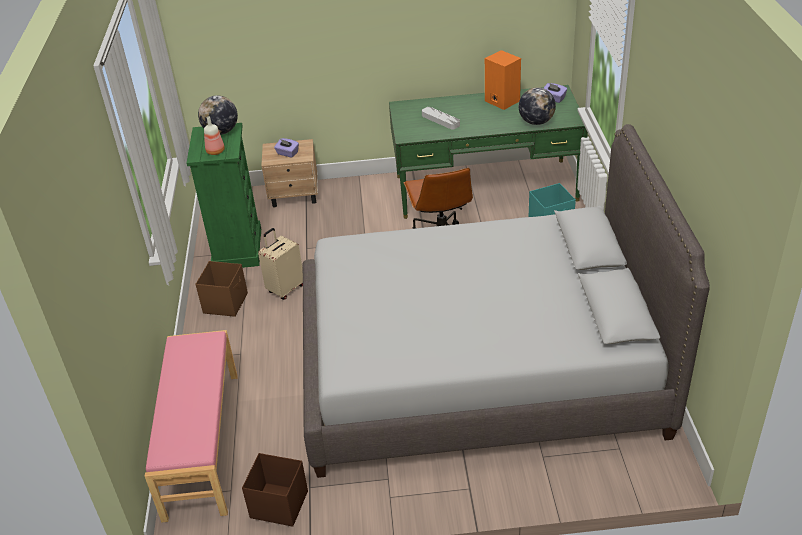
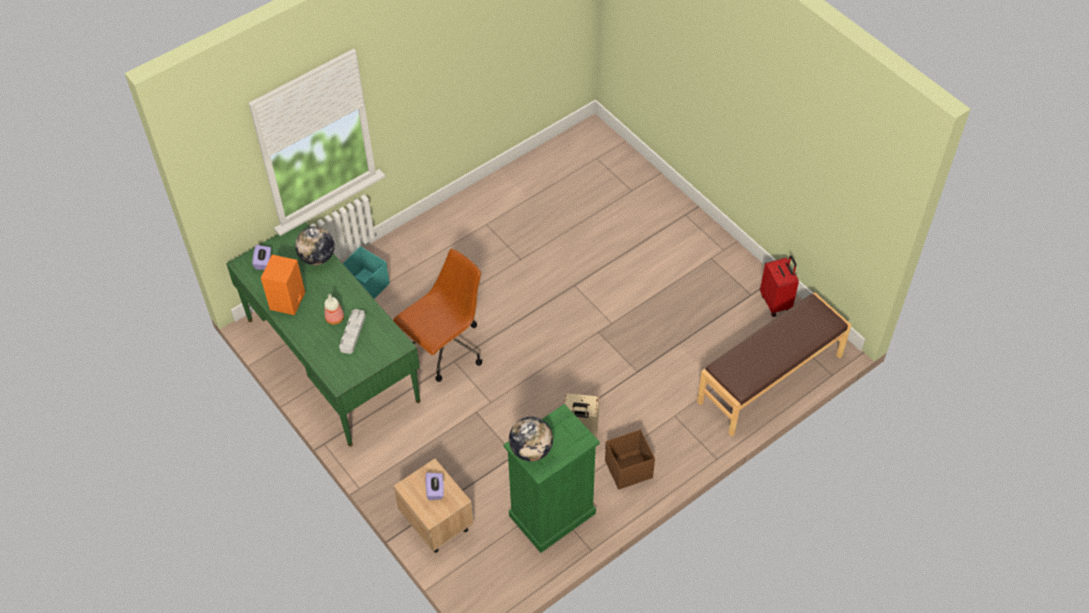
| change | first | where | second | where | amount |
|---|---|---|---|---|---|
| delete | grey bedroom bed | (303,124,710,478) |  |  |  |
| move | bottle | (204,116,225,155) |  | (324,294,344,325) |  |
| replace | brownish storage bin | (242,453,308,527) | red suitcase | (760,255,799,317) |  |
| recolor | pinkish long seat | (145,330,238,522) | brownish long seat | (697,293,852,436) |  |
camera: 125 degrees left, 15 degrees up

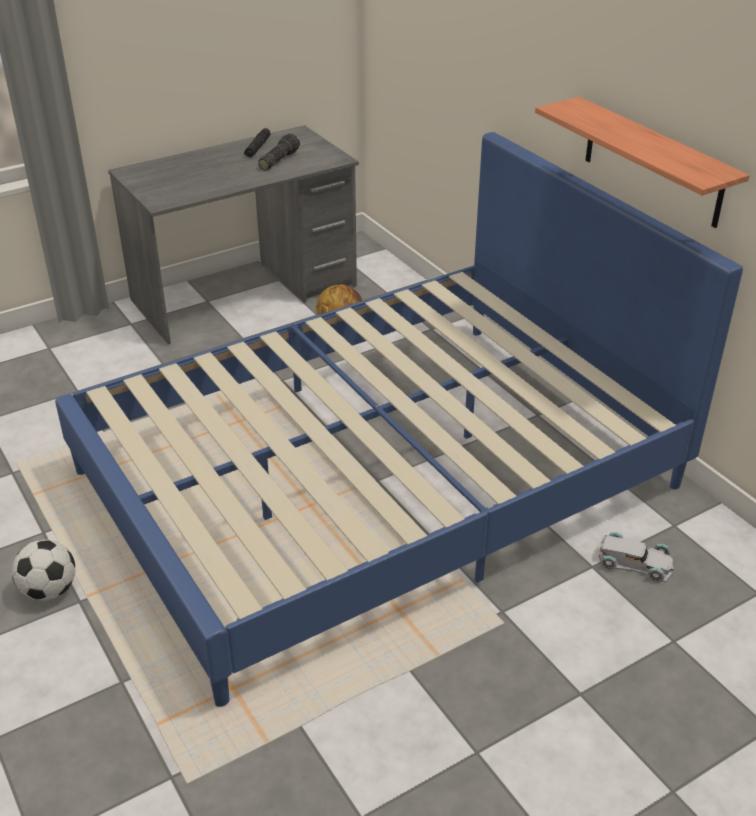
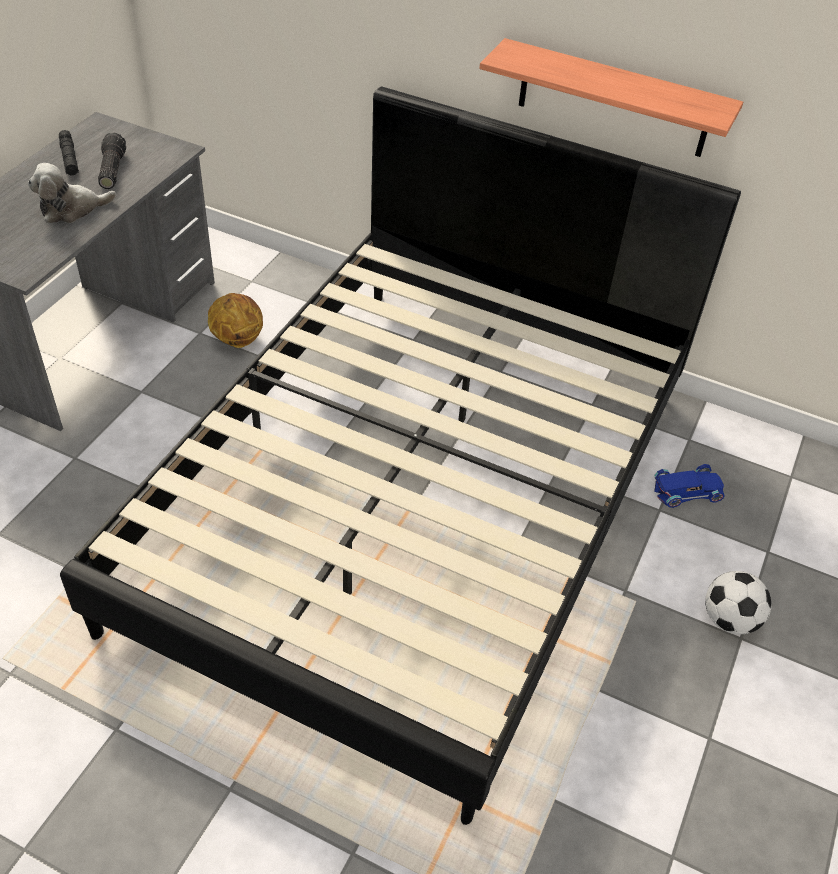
| change | first | where | second | where | amount |
|---|---|---|---|---|---|
| insert |  |  | cuddly toy | (28,163,116,223) |  |
| move | football | (12,539,76,601) |  | (706,571,772,634) |  |
| recolor | blue bedroom bed | (55,132,743,707) | blackish bedroom bed | (60,87,741,825) |  |
| recolor | white toy car | (599,532,674,582) | blue toy car | (654,464,725,508) |  |
camera: 35 degrees left, 10 degrees up

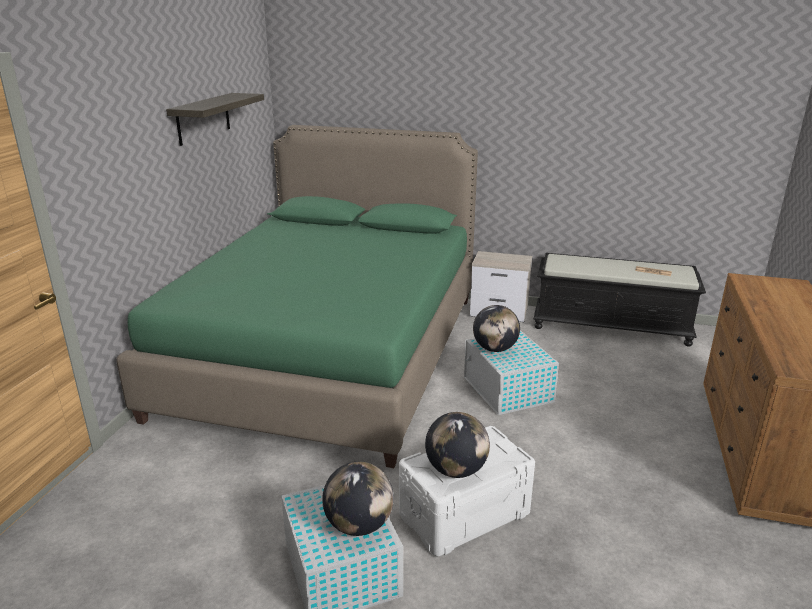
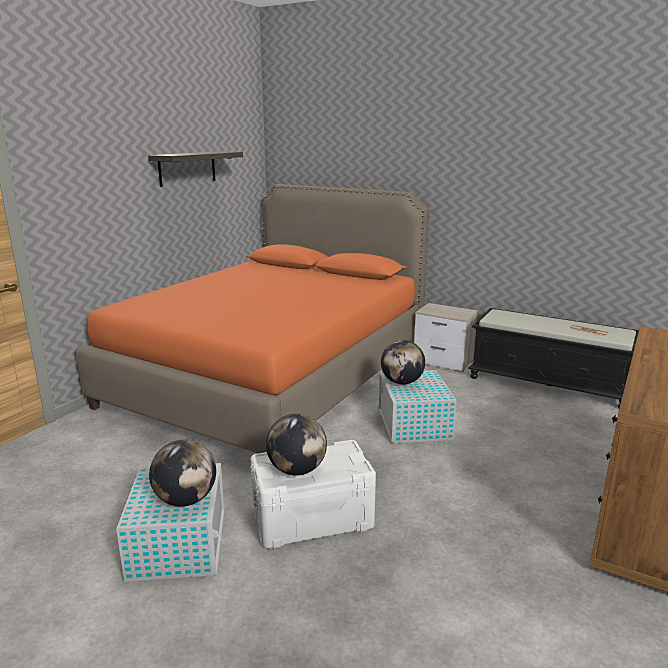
| change | first | where | second | where | amount |
|---|---|---|---|---|---|
| recolor | greenish bedroom bed | (116,125,478,468) | orange-coloured bedroom bed | (75,184,429,453) |  |
camera: 15 degrees right, 5 degrees down

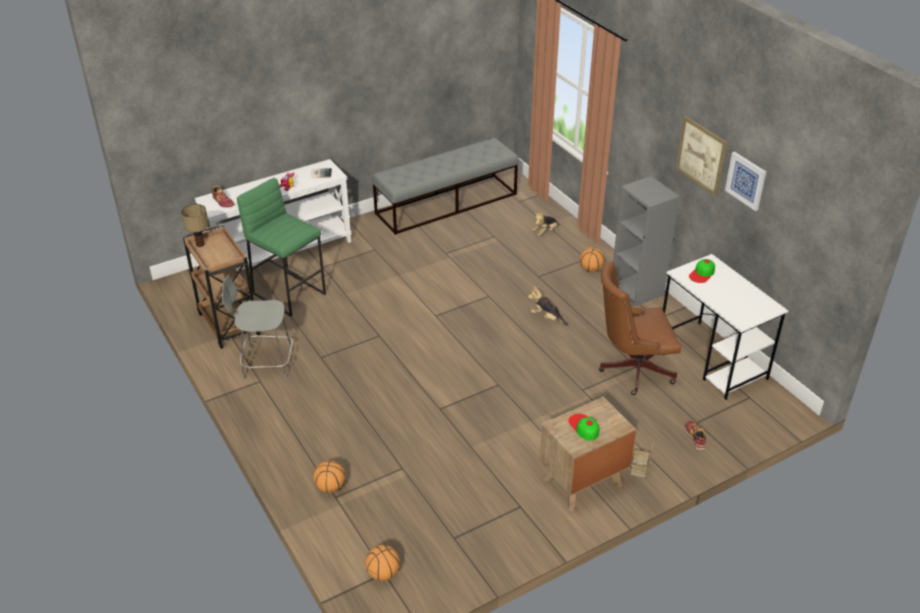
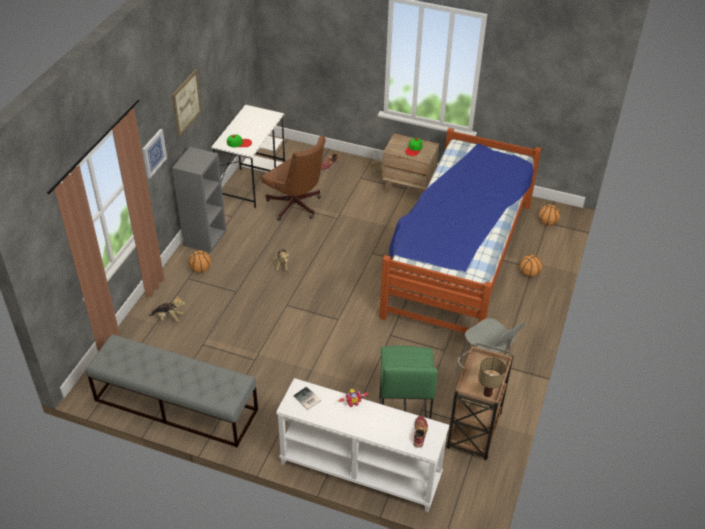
| change | first | where | second | where | amount |
|---|---|---|---|---|---|
| insert |  |  | bedroom bed | (380,128,541,333) |  |
| move | wall art | (725,152,766,211) |  | (142,129,167,179) |  |
camera: 130 degrees left, 5 degrees up

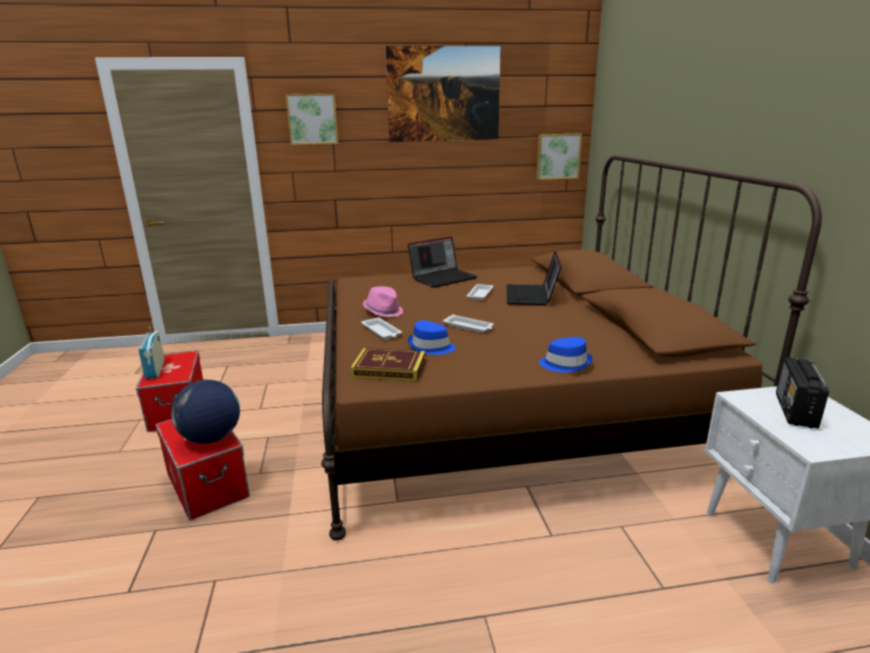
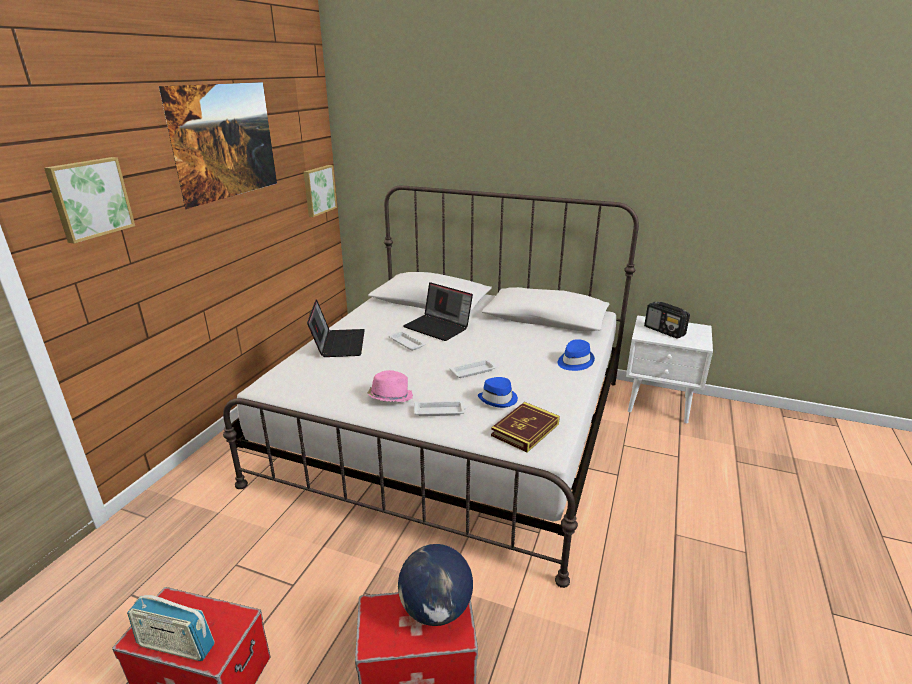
| change | first | where | second | where | amount |
|---|---|---|---|---|---|
| recolor | brownish bedroom bed | (321,155,822,540) | white bedroom bed | (223,186,639,588) |  |
camera: 60 degrees left, 5 degrees up

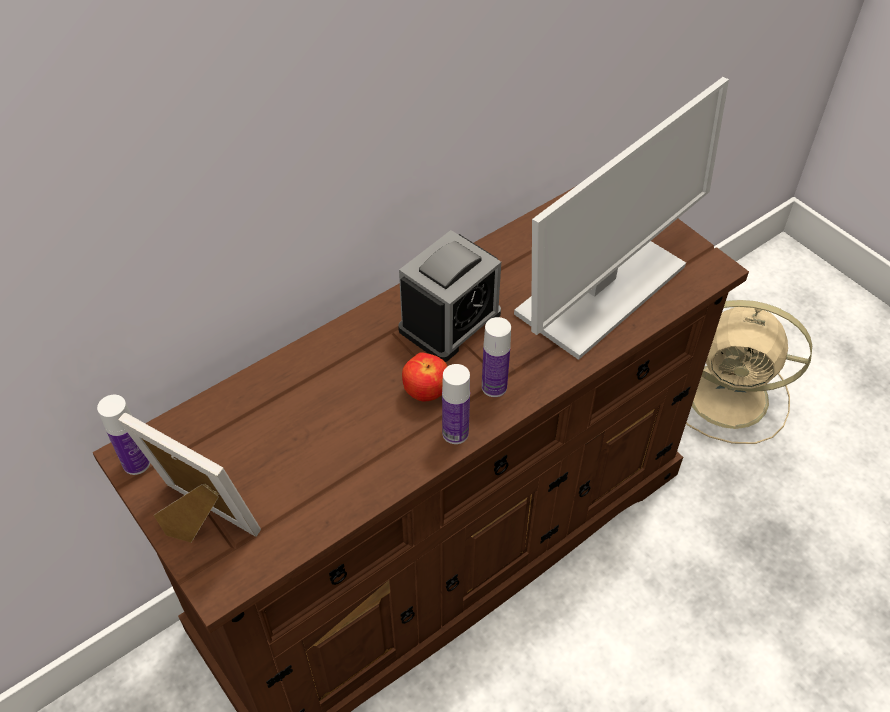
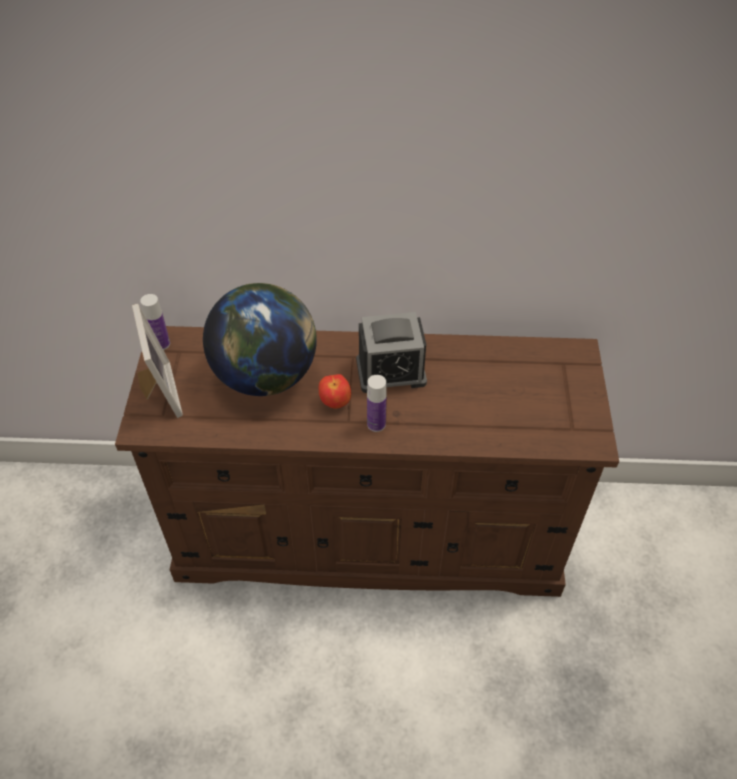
| change | first | where | second | where | amount |
|---|---|---|---|---|---|
| delete | bottle | (442,364,470,444) |  |  |  |
| delete | computer display | (514,77,729,360) |  |  |  |
| delete | sand-coloured cooling fan | (686,300,812,444) |  |  |  |
| insert |  |  | world globe | (203,283,317,396) |  |
camera: 40 degrees right, 0 degrees up

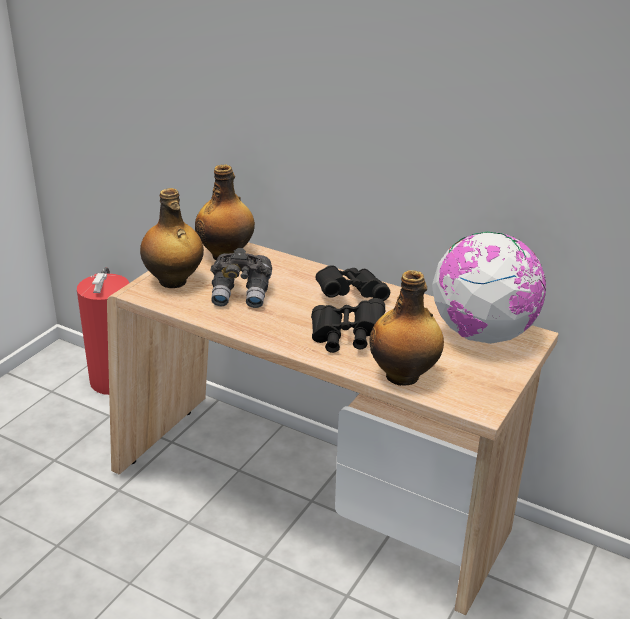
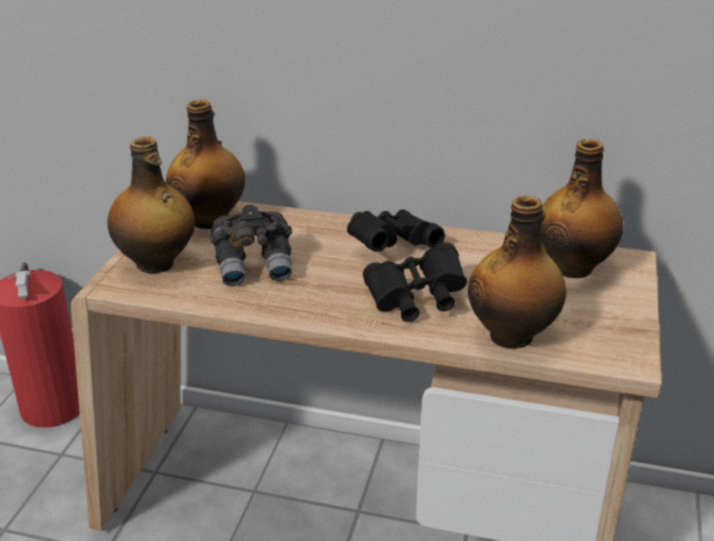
| change | first | where | second | where | amount |
|---|---|---|---|---|---|
| replace | world globe | (432,232,546,344) | bottle | (541,138,624,278) |  |
camera: 15 degrees left, 0 degrees up

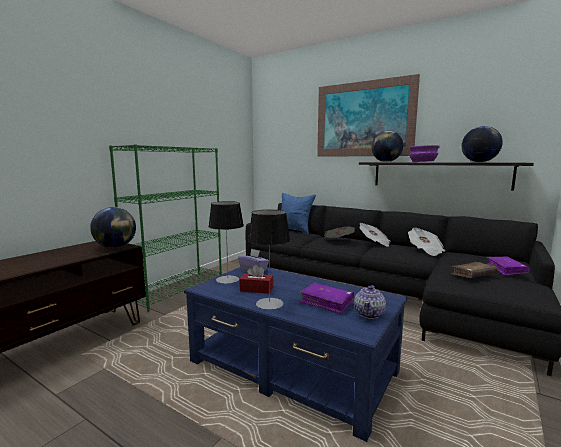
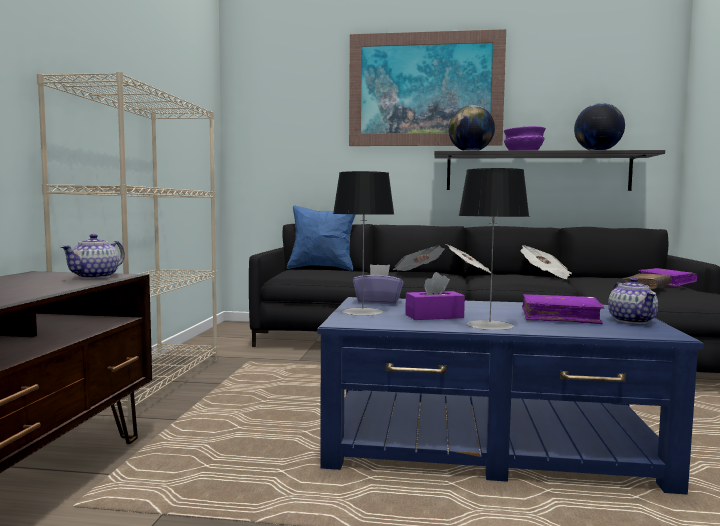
| change | first | where | second | where | amount |
|---|---|---|---|---|---|
| replace | world globe | (90,207,136,248) | teapot | (61,234,125,279) |  |
| recolor | greenish bookshelf | (109,144,222,312) | sand-coloured bookshelf | (37,72,218,421) |  |
| recolor | red tissue box | (239,265,273,294) | purple tissue box | (405,272,465,320) |  |
camera: 25 degrees left, 5 degrees down

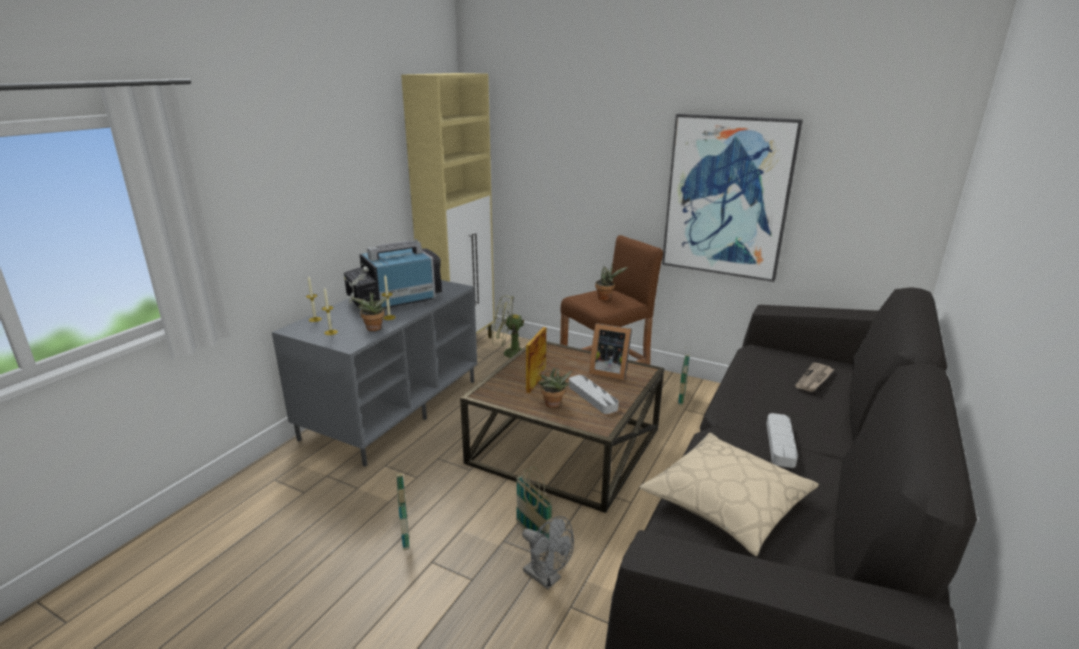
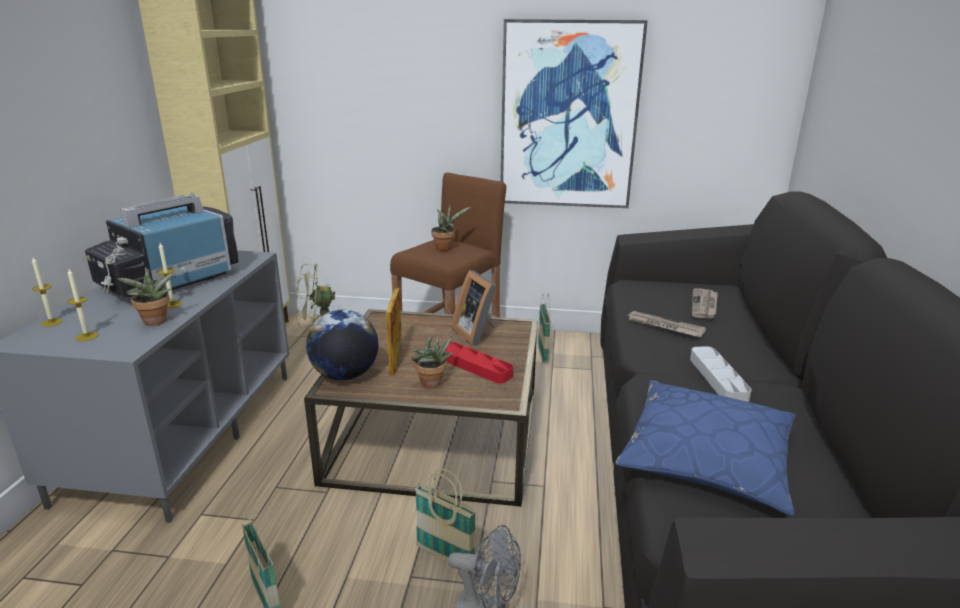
| change | first | where | second | where | amount |
|---|---|---|---|---|---|
| insert |  |  | world globe | (306,310,378,380) |  |
| insert |  |  | newspaper | (627,311,706,337) |  |
| recolor | grey tray | (569,375,619,414) | red tray | (445,342,513,384) |  |
| recolor | sand-coloured cushion | (639,433,819,556) | blue cushion | (615,380,796,516) |  |
| rotate | standing frame | (589,323,632,380) |  | (452,270,497,346) | 60 degrees clockwise |
camera: 20 degrees left, 0 degrees up

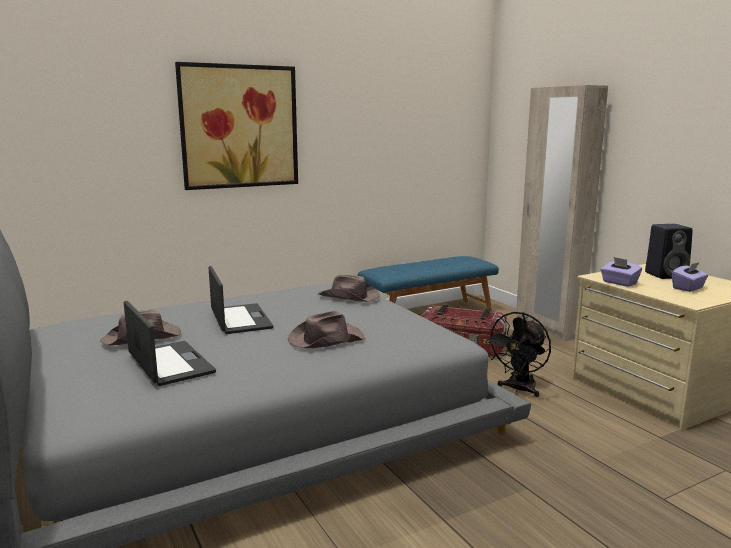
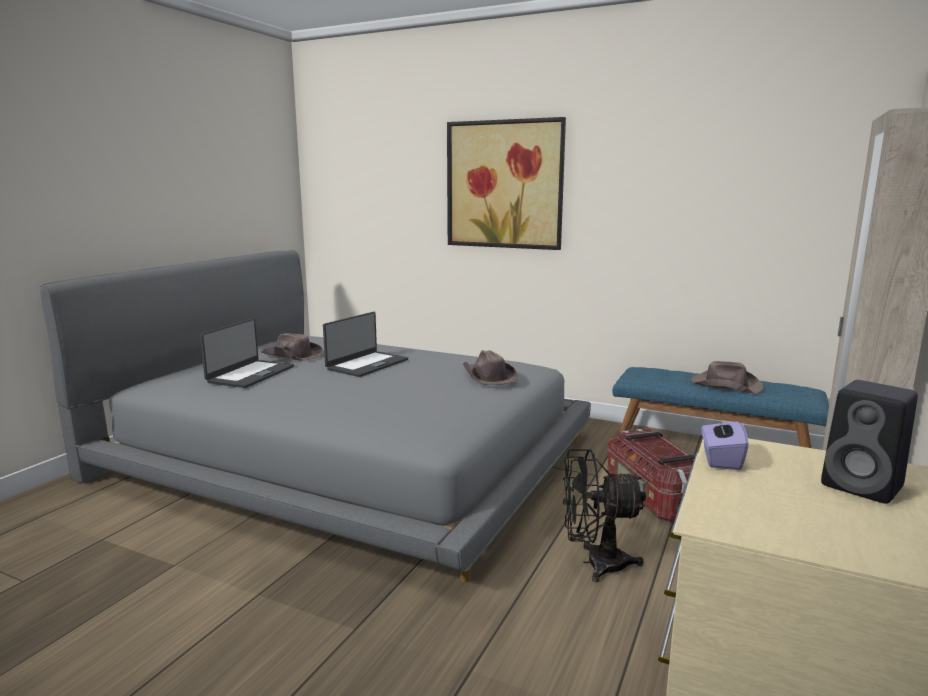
| change | first | where | second | where | amount |
|---|---|---|---|---|---|
| delete | purple tissue box | (672,262,709,292) |  |  |  |
| move | brownish clothing hat | (288,311,365,348) |  | (691,361,763,393) |  |
camera: 55 degrees right, 0 degrees up

